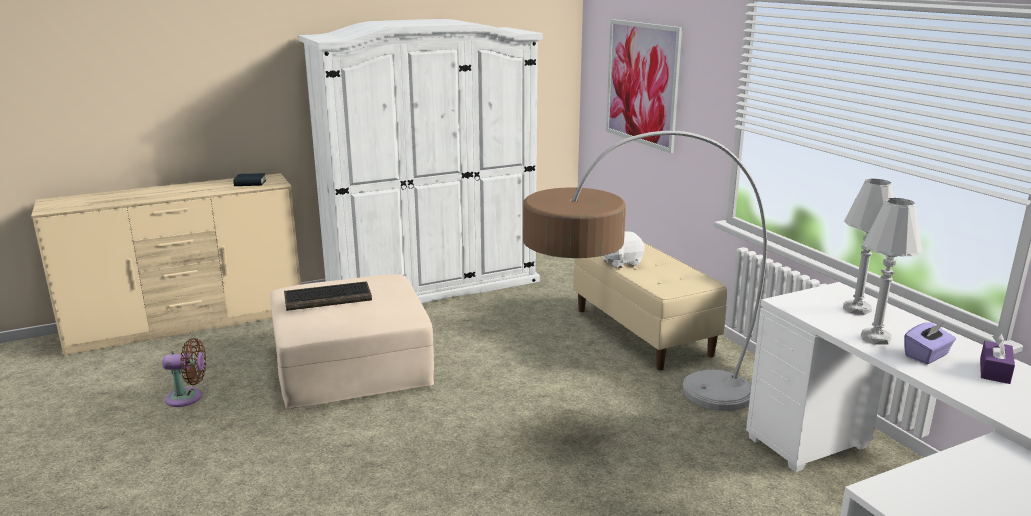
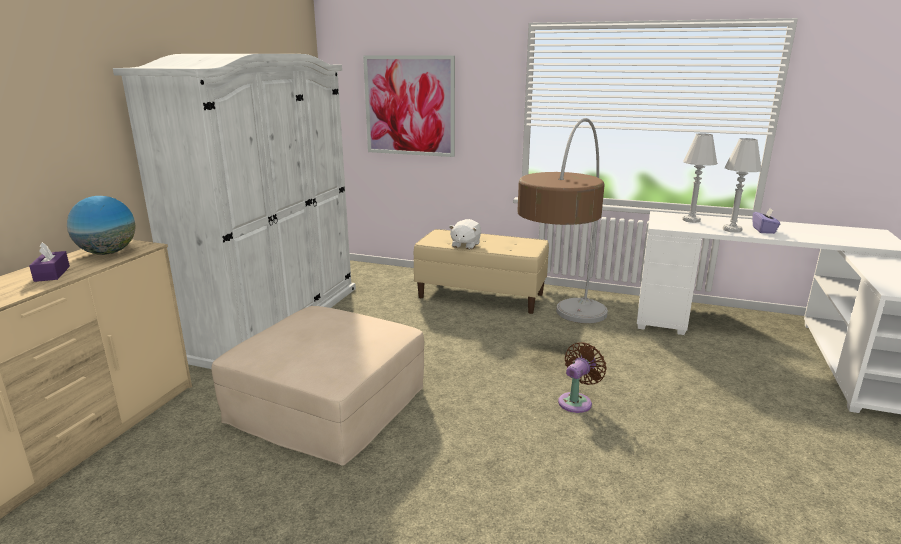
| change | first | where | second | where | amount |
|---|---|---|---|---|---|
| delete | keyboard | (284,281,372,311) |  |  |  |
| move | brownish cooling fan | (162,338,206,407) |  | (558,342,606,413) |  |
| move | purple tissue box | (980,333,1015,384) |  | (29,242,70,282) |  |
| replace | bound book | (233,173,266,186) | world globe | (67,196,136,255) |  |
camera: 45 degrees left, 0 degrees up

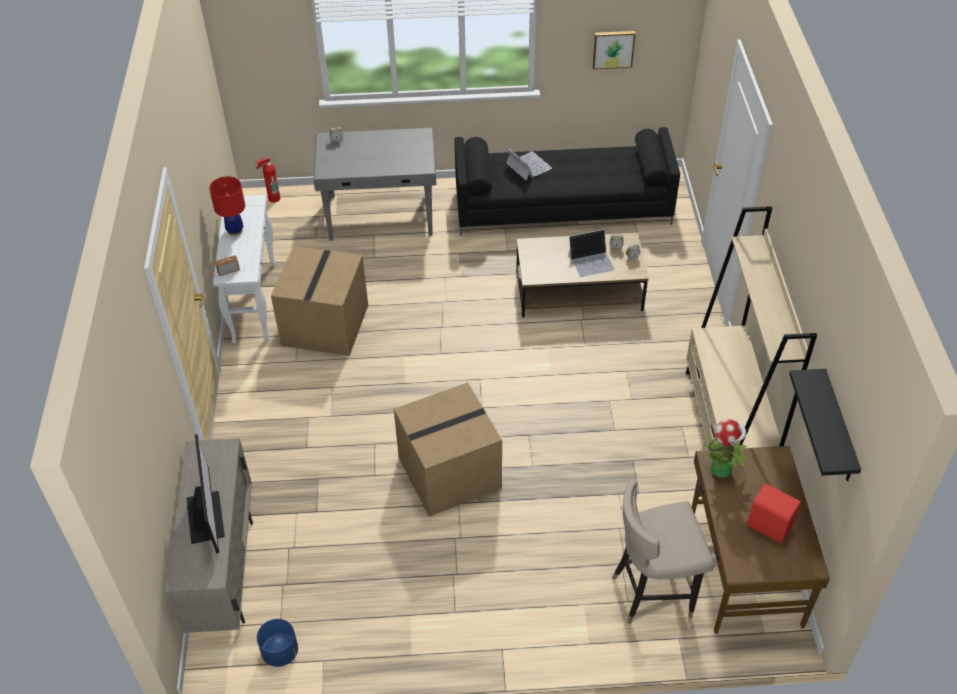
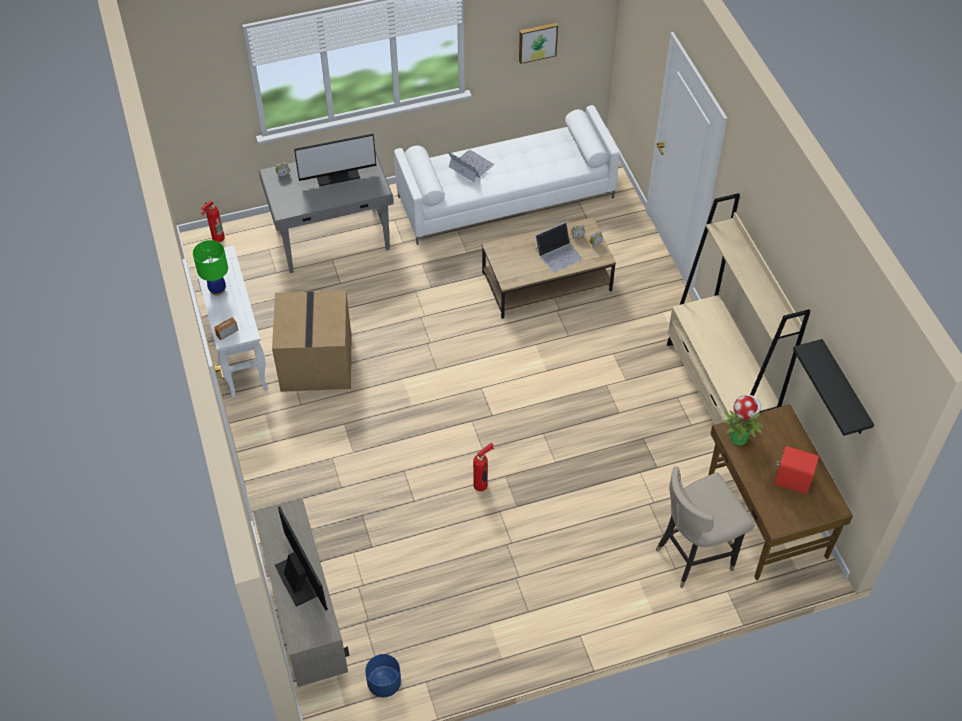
| change | first | where | second | where | amount |
|---|---|---|---|---|---|
| insert |  |  | computer display | (294,134,376,186) |  |
| replace | carton | (394,383,502,516) | fire extinguisher | (473,443,494,491) |  |
| recolor | red tabletop lamp | (209,176,245,236) | greenish tabletop lamp | (193,240,228,296) |  |
| recolor | blackish sofa | (454,127,680,236) | white sofa | (394,105,620,245) |  |
camera: 15 degrees left, 5 degrees up

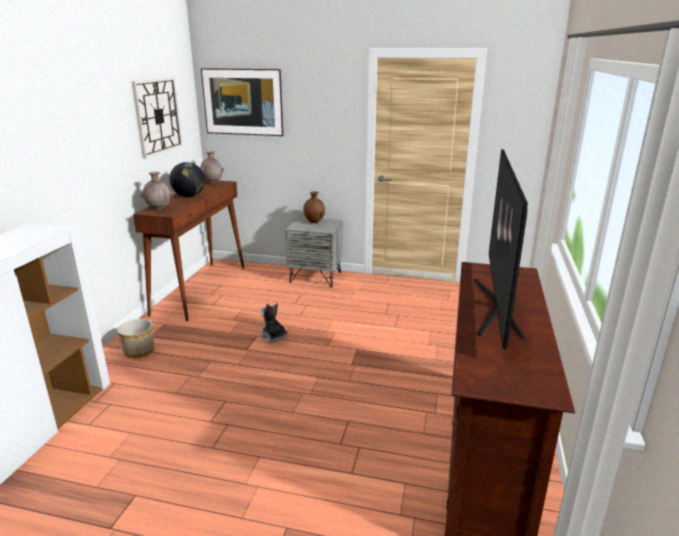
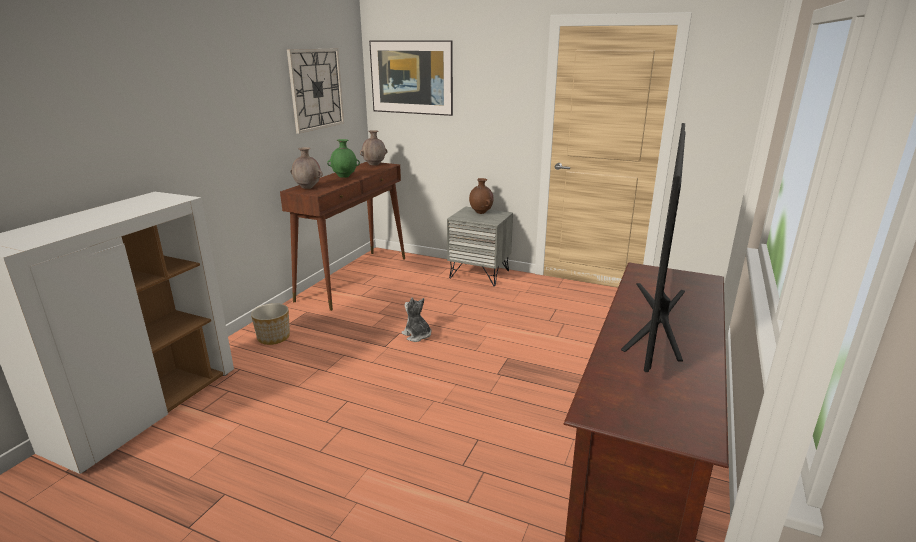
| change | first | where | second | where | amount |
|---|---|---|---|---|---|
| replace | world globe | (169,162,205,197) | greenish flower vase | (327,139,360,178) |  |
camera: 10 degrees right, 0 degrees up

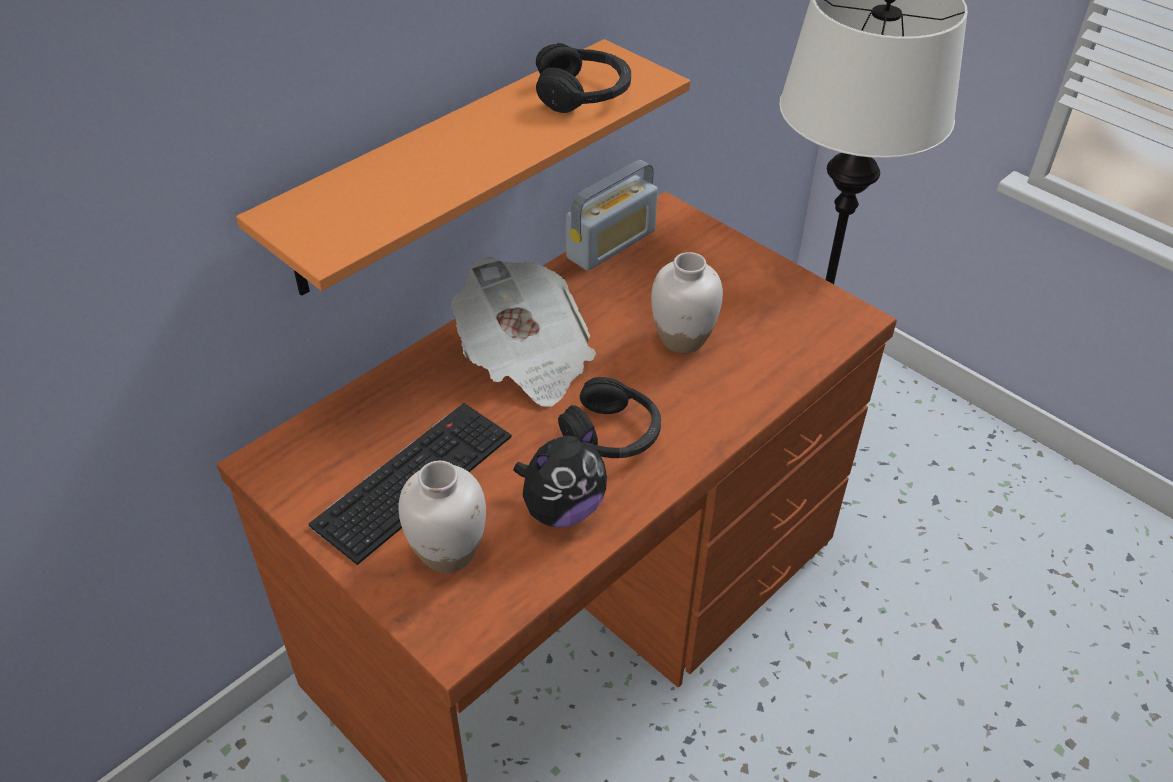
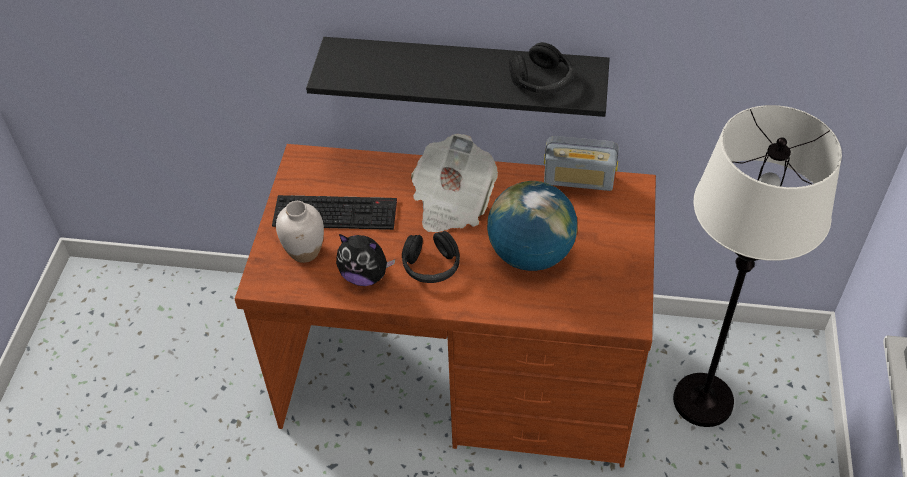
| change | first | where | second | where | amount |
|---|---|---|---|---|---|
| replace | white flower vase | (651,252,723,354) | world globe | (487,181,578,271) |  |
| recolor | orange-coloured bracket shelf | (236,39,690,296) | blackish bracket shelf | (306,37,610,117) |  |
camera: 55 degrees right, 5 degrees up

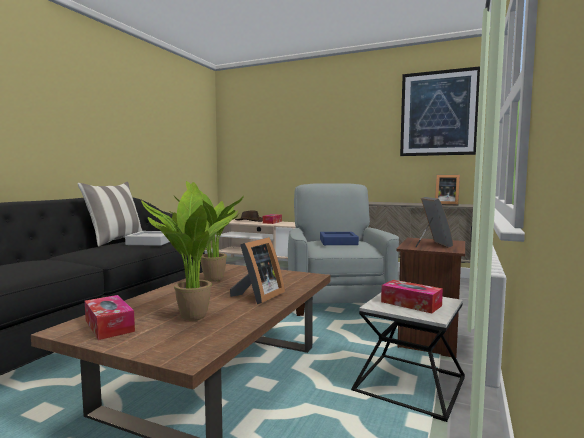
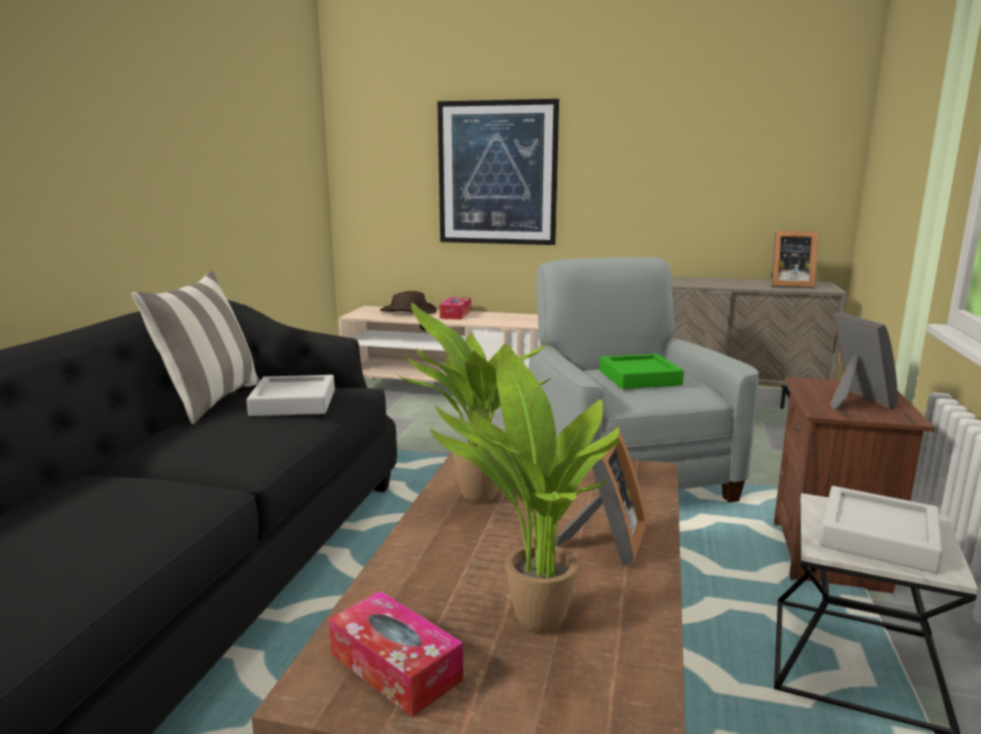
| change | first | where | second | where | amount |
|---|---|---|---|---|---|
| move | wall art | (400,66,480,156) |  | (438,99,559,245) |  |
| replace | tissue box | (381,280,443,313) | grey tray | (820,486,942,574) |  |
| recolor | blue tray | (320,232,359,245) | greenish tray | (600,354,684,389) |  |
camera: 10 degrees left, 10 degrees up

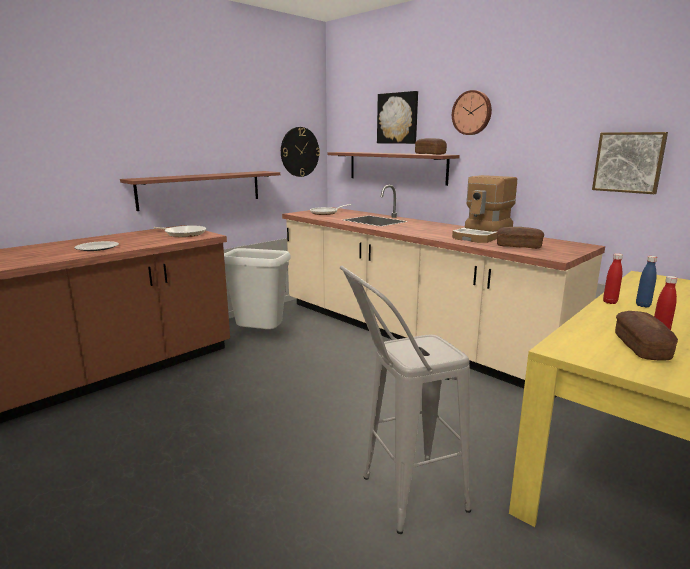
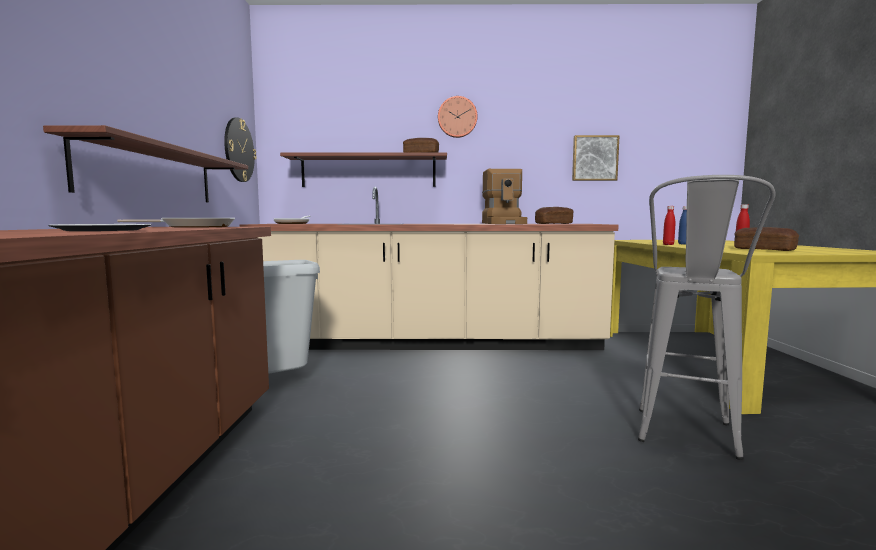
| change | first | where | second | where | amount |
|---|---|---|---|---|---|
| delete | wall art | (377,91,418,144) |  |  |  |
camera: 45 degrees left, 10 degrees down

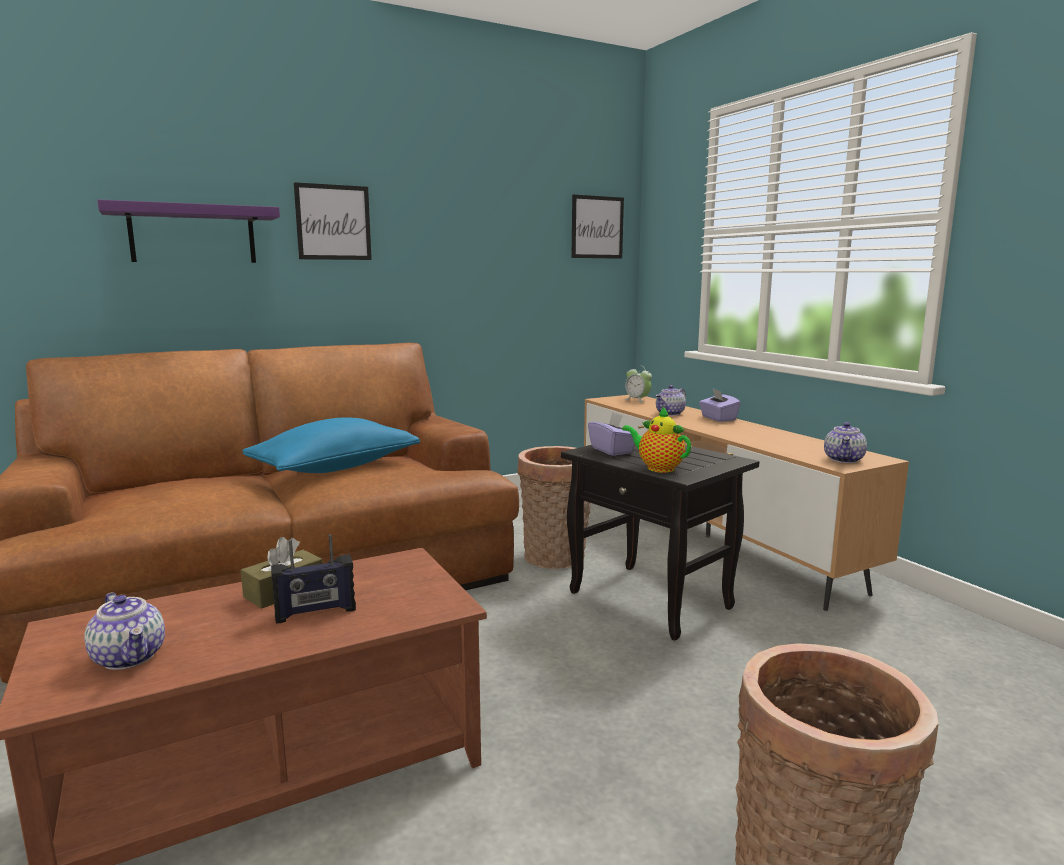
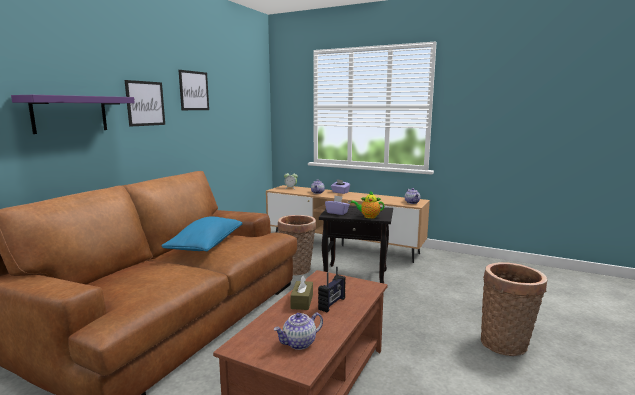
| change | first | where | second | where | amount |
|---|---|---|---|---|---|
| move | wall art | (571,195,624,259) |  | (179,70,209,110) |  |
| rotate | teapot | (84,592,165,670) |  | (274,313,323,350) | 135 degrees clockwise |
camera: 35 degrees left, 0 degrees up

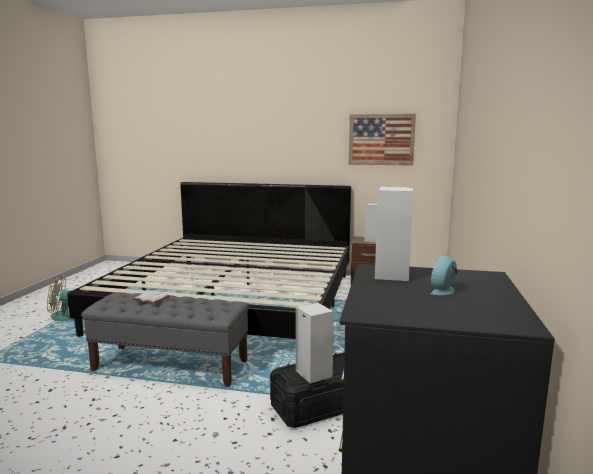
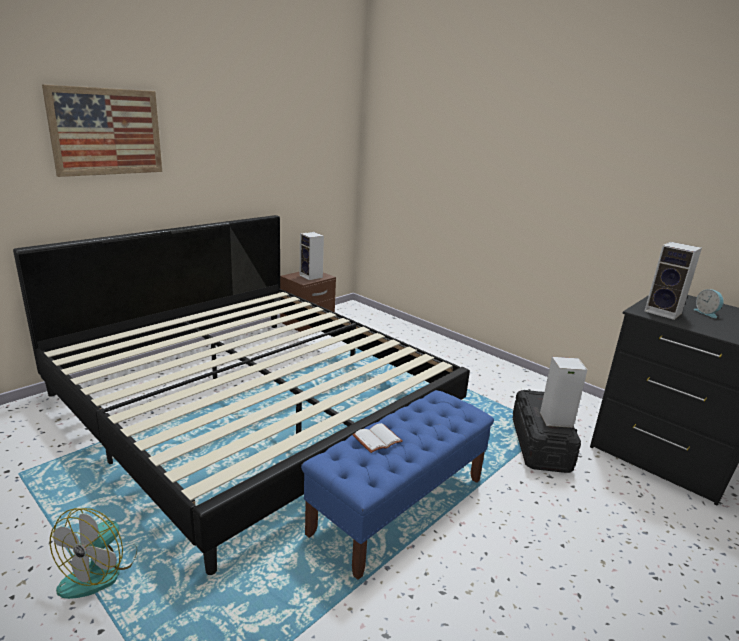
| change | first | where | second | where | amount |
|---|---|---|---|---|---|
| move | wall art | (349,114,416,166) |  | (42,84,162,177) |  |
| recolor | grey long seat | (81,292,249,387) | blue long seat | (301,390,494,580) |  |
camera: 60 degrees left, 10 degrees up

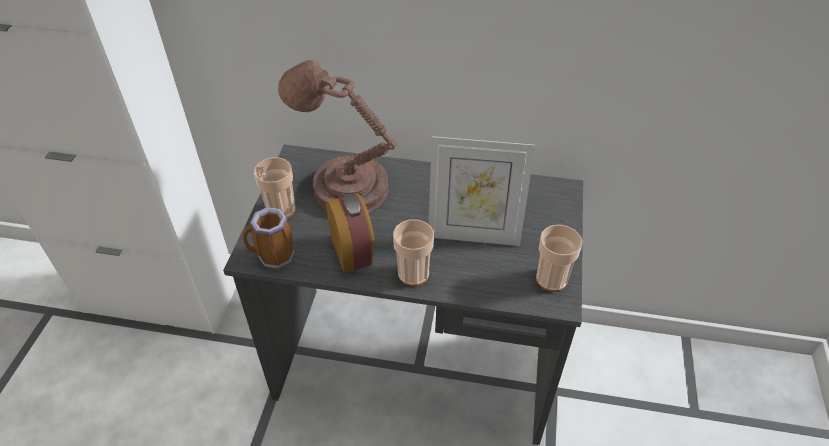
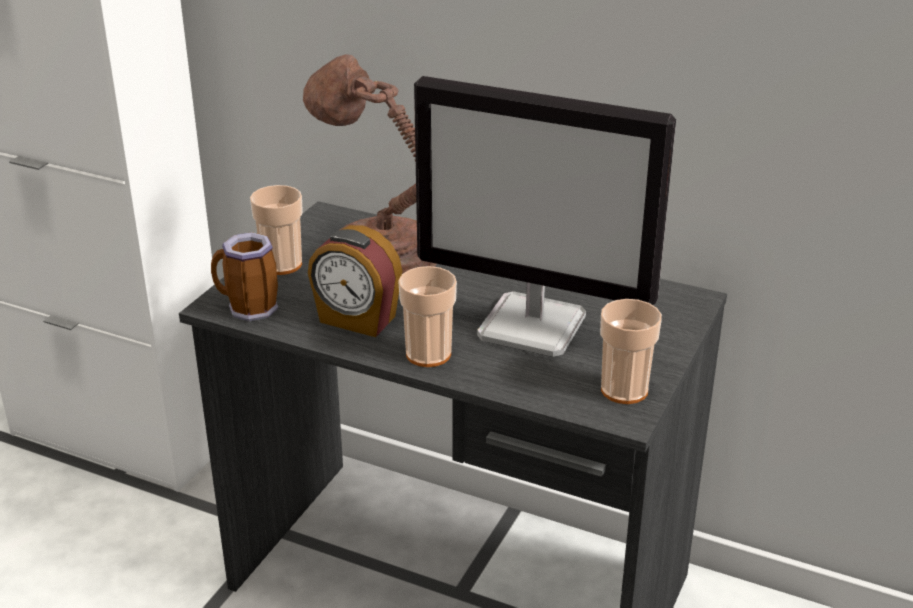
| change | first | where | second | where | amount |
|---|---|---|---|---|---|
| replace | standing frame | (428,136,535,246) | computer display | (414,76,676,357) |  |
| rotate | alarm clock | (326,193,374,273) |  | (308,225,402,337) | 120 degrees clockwise |
camera: 15 degrees right, 15 degrees down

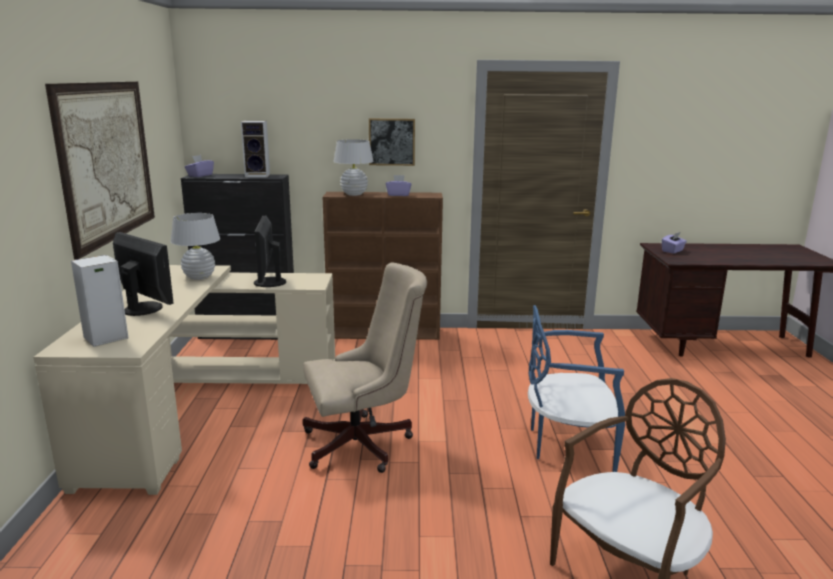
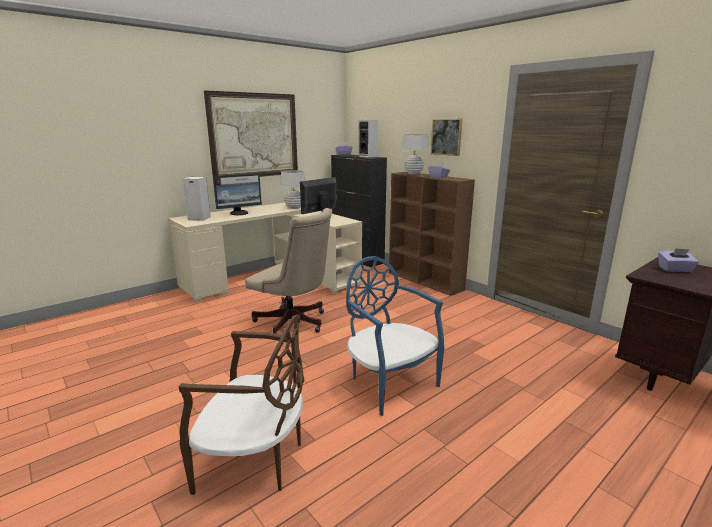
| change | first | where | second | where | amount |
|---|---|---|---|---|---|
| rotate | computer display | (113,232,174,316) |  | (213,173,262,215) | 60 degrees clockwise |
camera: 50 degrees right, 0 degrees up

